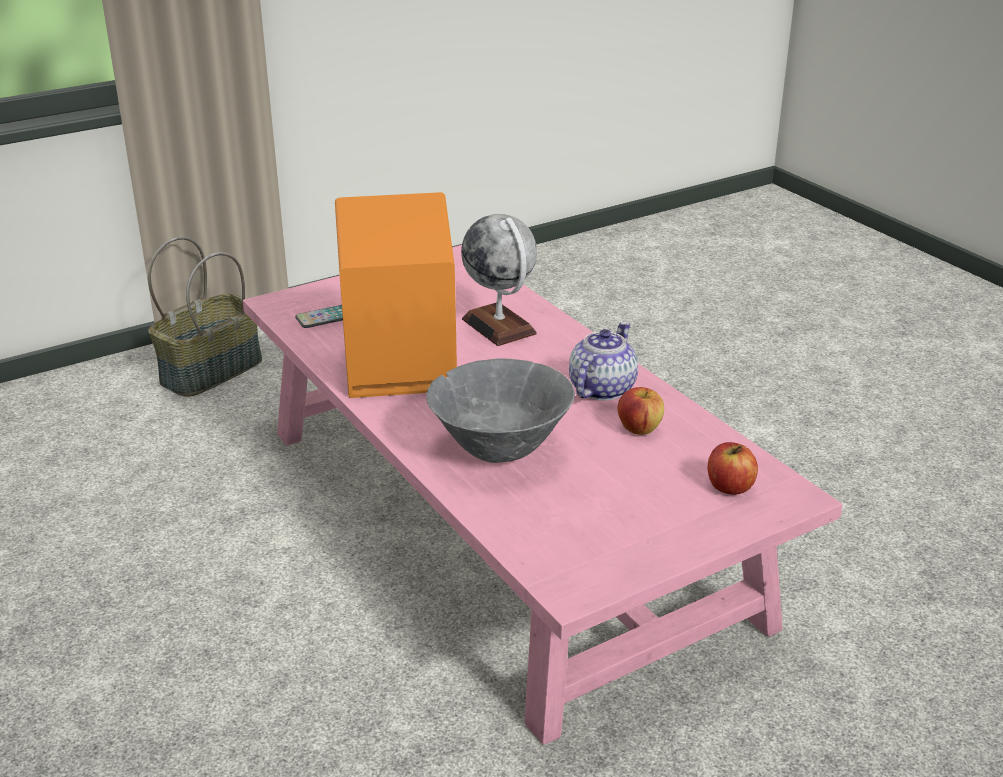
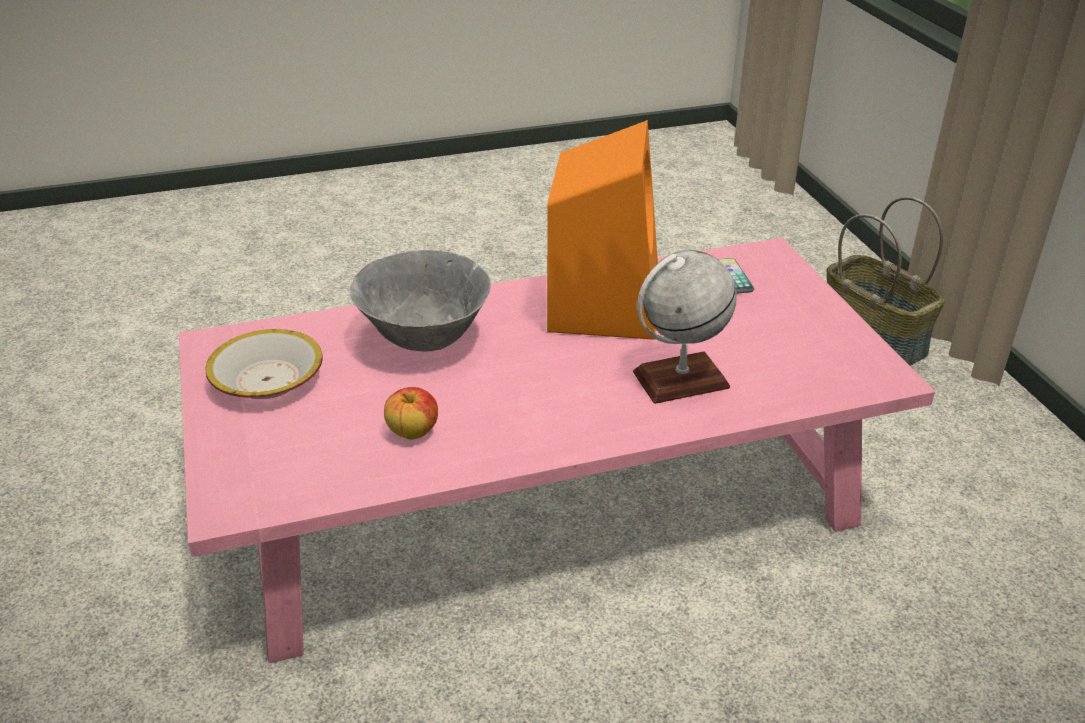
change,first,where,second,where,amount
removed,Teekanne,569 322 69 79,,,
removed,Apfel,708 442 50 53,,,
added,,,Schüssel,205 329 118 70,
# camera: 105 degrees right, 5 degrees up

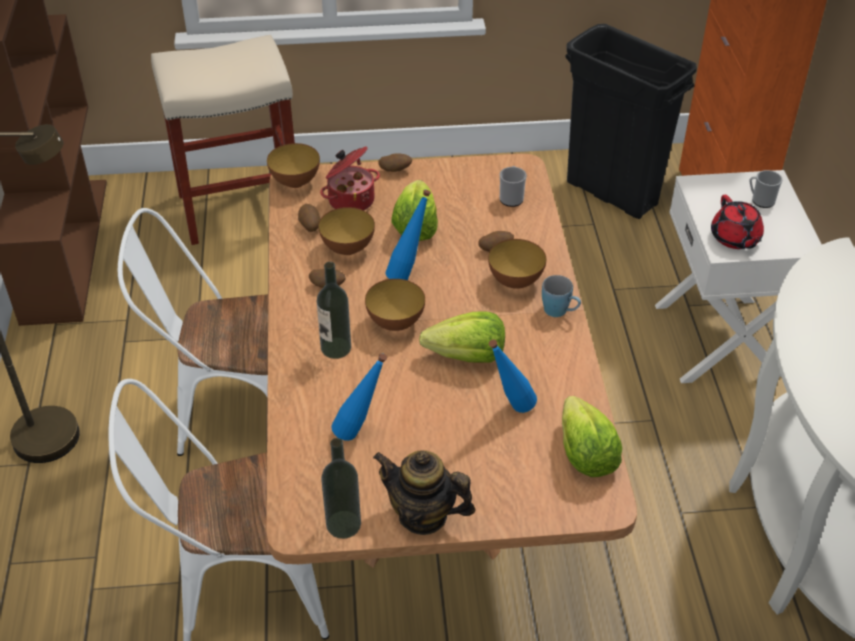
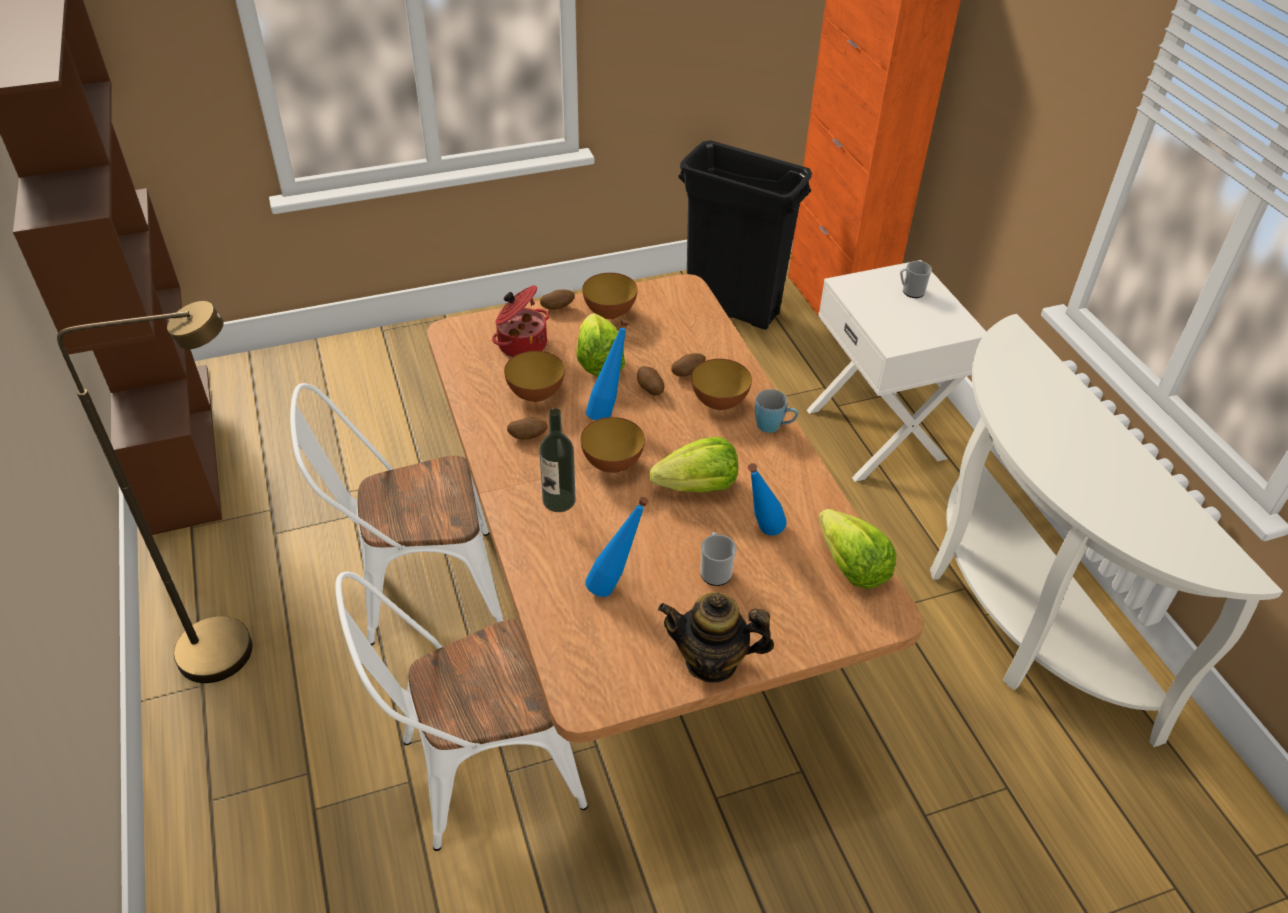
change,first,where,second,where,amount
removed,Hocker/beige,151 35 144 210,,,
removed,Flasche,321 438 40 101,,,
removed,Teekanne/rot,711 195 53 54,,,
moved,Schüssel,267 143 53 45,,582 273 55 46,
moved,Kartoffel,298 204 22 28,,637 366 28 30,
moved,Henkelbecher,500 166 27 41,,700 532 37 54,
# camera: 15 degrees left, 0 degrees up

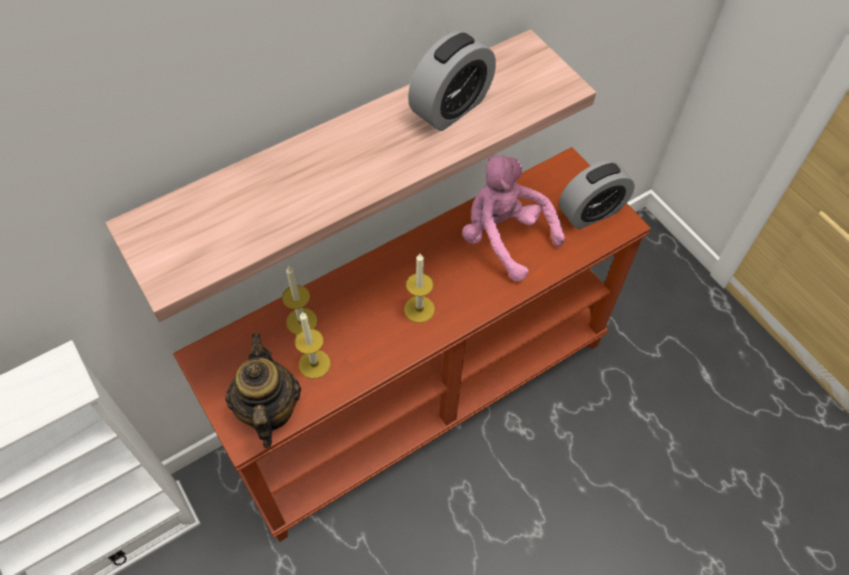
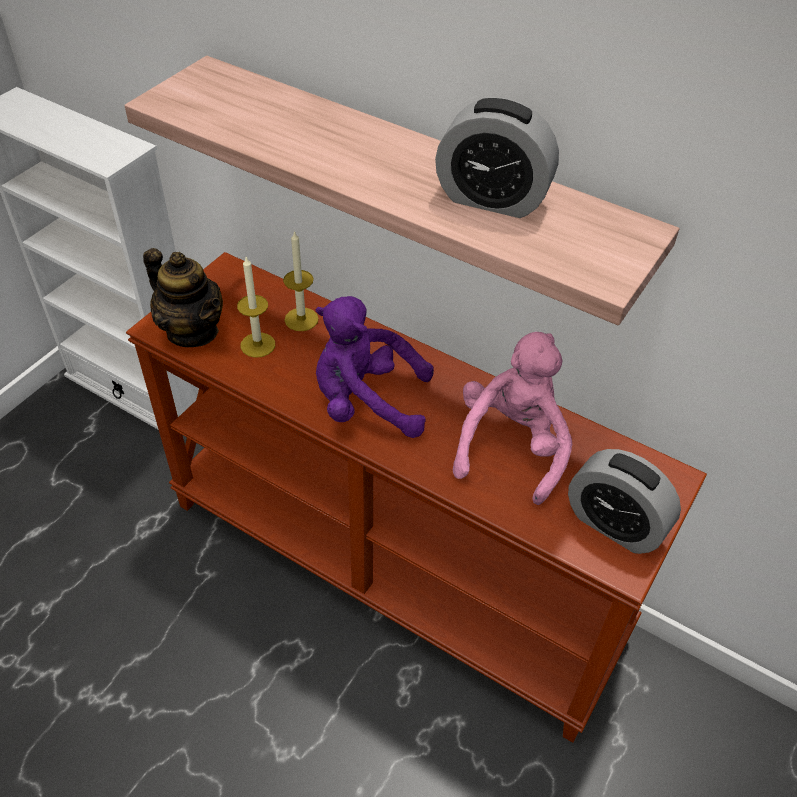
change,first,where,second,where,amount
replaced,Kerze,404 254 31 69,Plüschtier/lila,316 296 118 142,
turned,Teekanne,225 333 76 116,,143 248 80 99,75 degrees clockwise
# camera: 65 degrees right, 10 degrees down

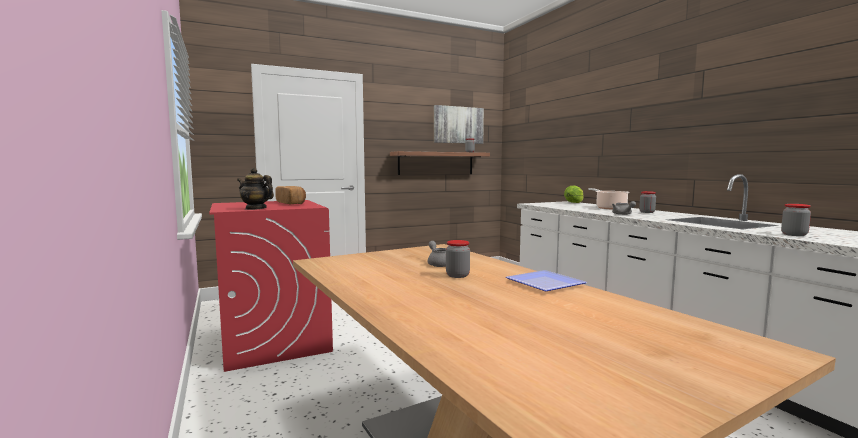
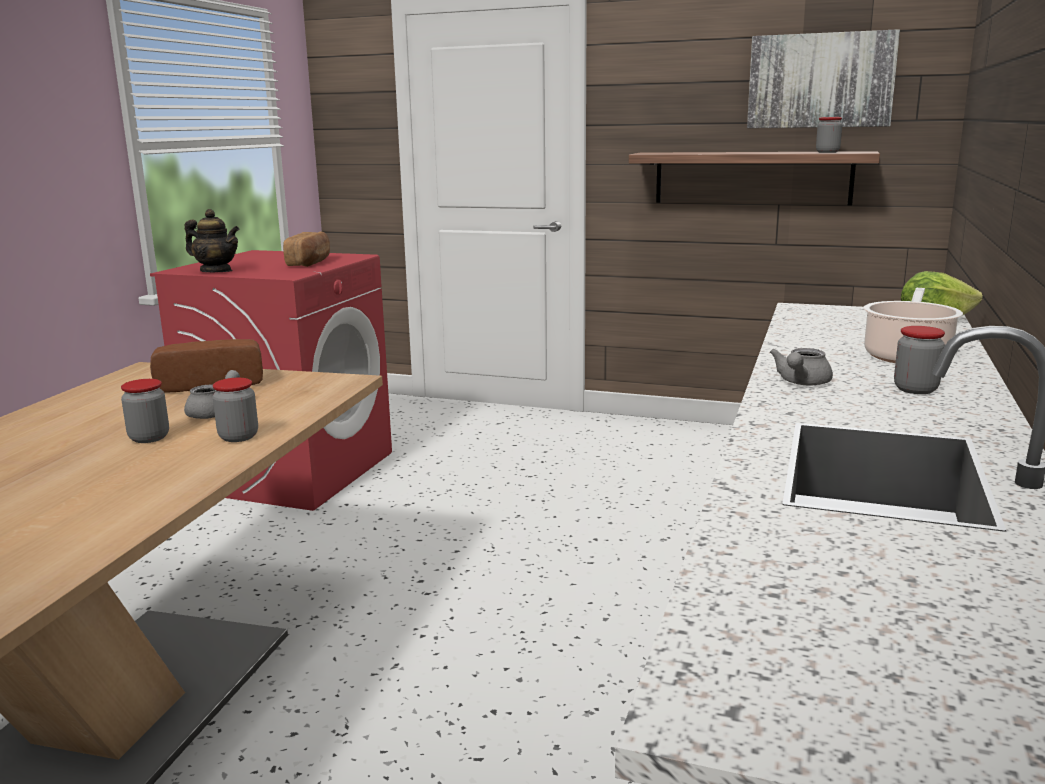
change,first,where,second,where,amount
removed,Teller,506 270 81 21,,,
added,,,Brot,150 339 113 54,
moved,Vorratsglas,781 204 30 32,,213 378 45 64,
turned,Teekanne,237 168 37 42,,185 209 54 63,135 degrees clockwise
# camera: 45 degrees right, 10 degrees up

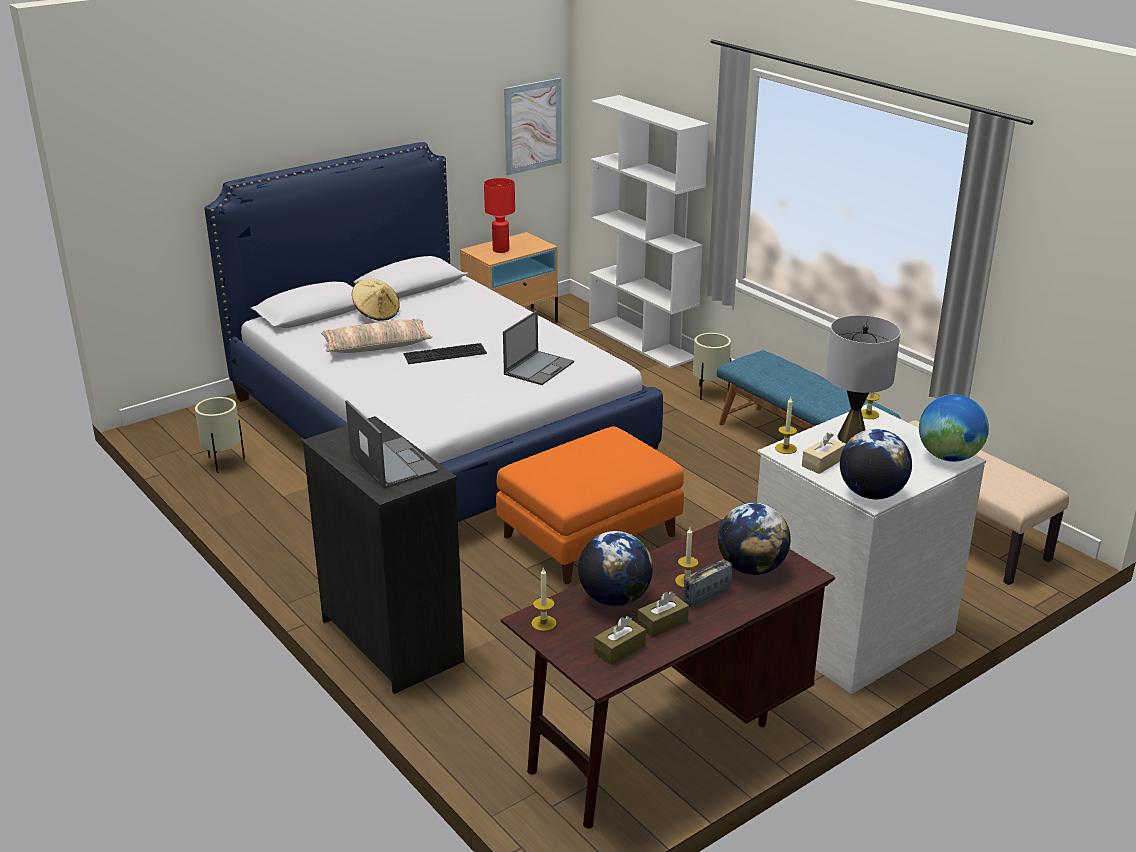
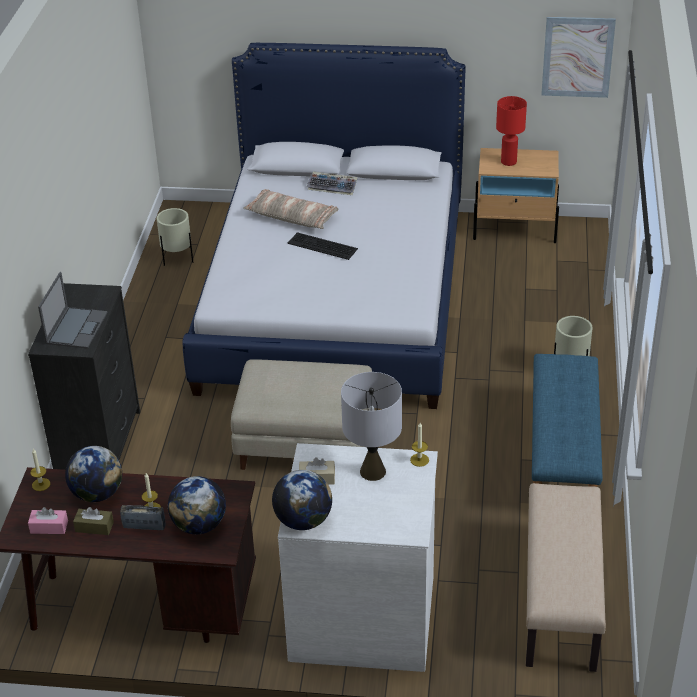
change,first,where,second,where,amount
removed,Laptop,503 310 71 75,,,
removed,Bücherregal/weiß,589 95 120 274,,,
removed,Kerze,775 397 22 57,,,
removed,Globus,919 394 70 68,,,
replaced,Hut/beige,352 278 48 43,Tastatur,307 172 51 23,
recoloured,Polsterhocker/orange,496 427 188 157,Polsterhocker/beige,231 360 141 110,
recoloured,Taschentuchbox/braun,594 616 52 49,Taschentuchbox/rosa,28 507 40 27,
# camera: 45 degrees right, 10 degrees up

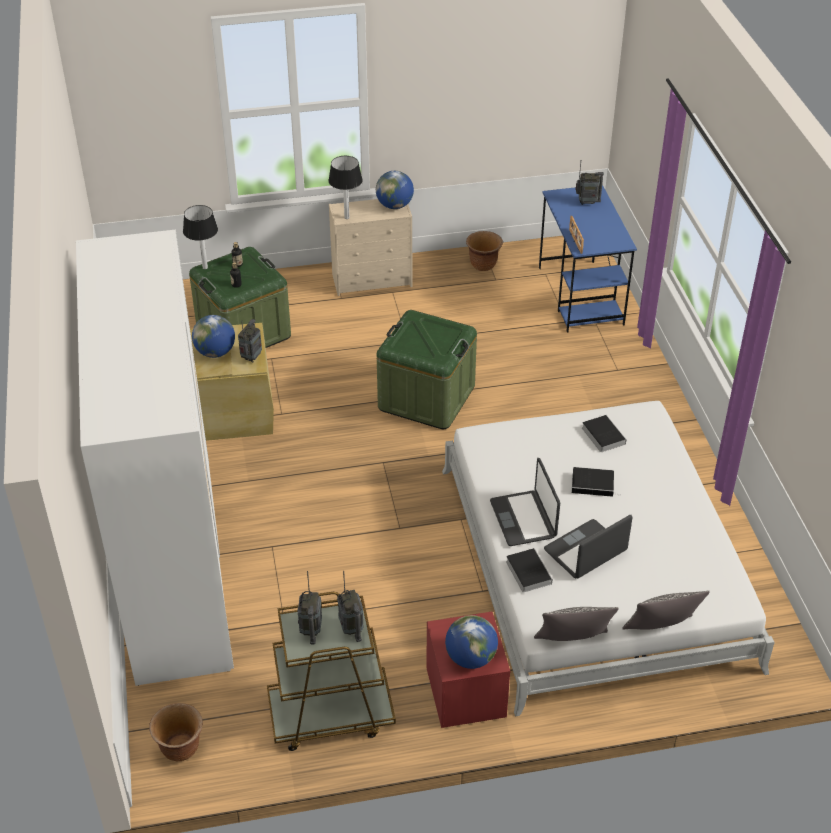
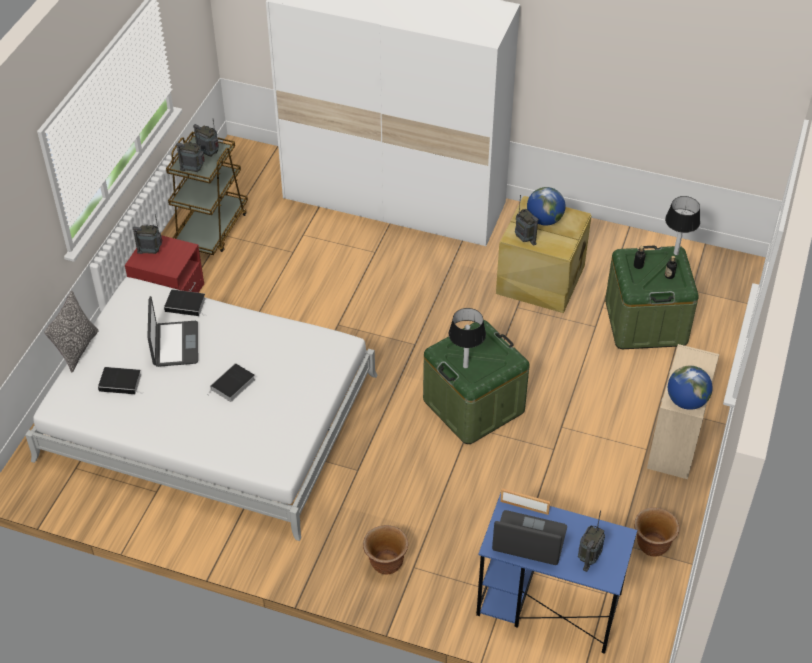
change,first,where,second,where,amount
removed,Kissen,534 607 84 34,,,
moved,Pflanzkübel/braun,149 703 54 58,,363 525 45 50,
moved,Tischlampe,328 156 35 63,,449 308 37 60,
moved,Laptop,490 458 70 88,,492 510 75 55,
moved,Buch,582 415 44 37,,98 367 45 27,
replaced,Globus,445 615 53 54,Radio,133 214 29 40,
# camera: 120 degrees right, 5 degrees up

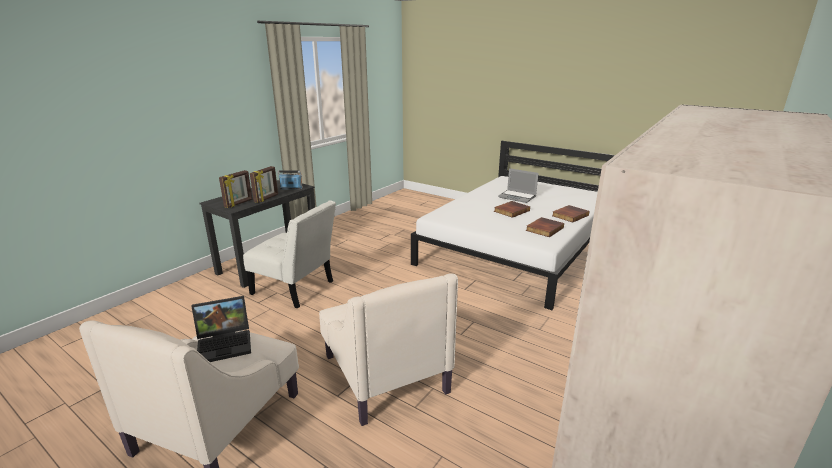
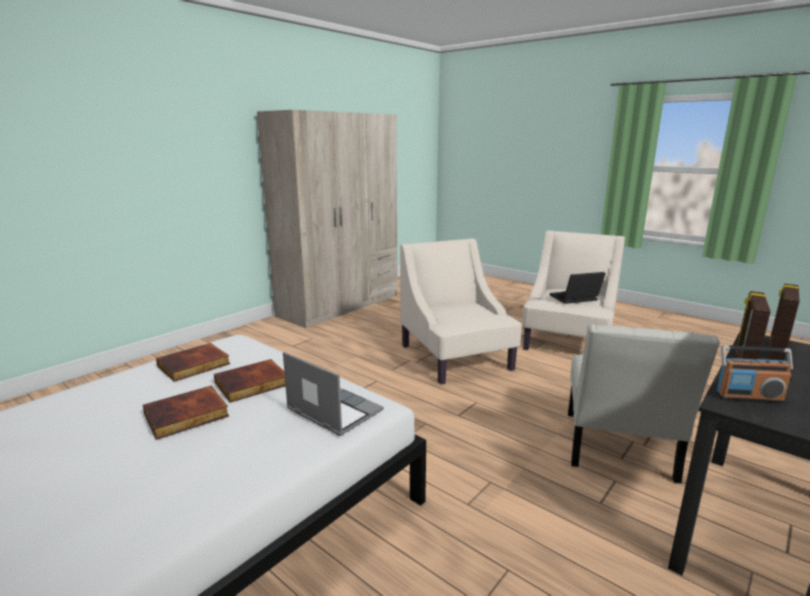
change,first,where,second,where,amount
moved,Laptop,498 168 41 35,,283 352 100 84,
moved,Buch,552 205 38 17,,214 359 71 44,
turned,Stuhl/weiß,243 200 93 108,,568 324 152 159,105 degrees counterclockwise
# camera: 175 degrees left, 5 degrees down

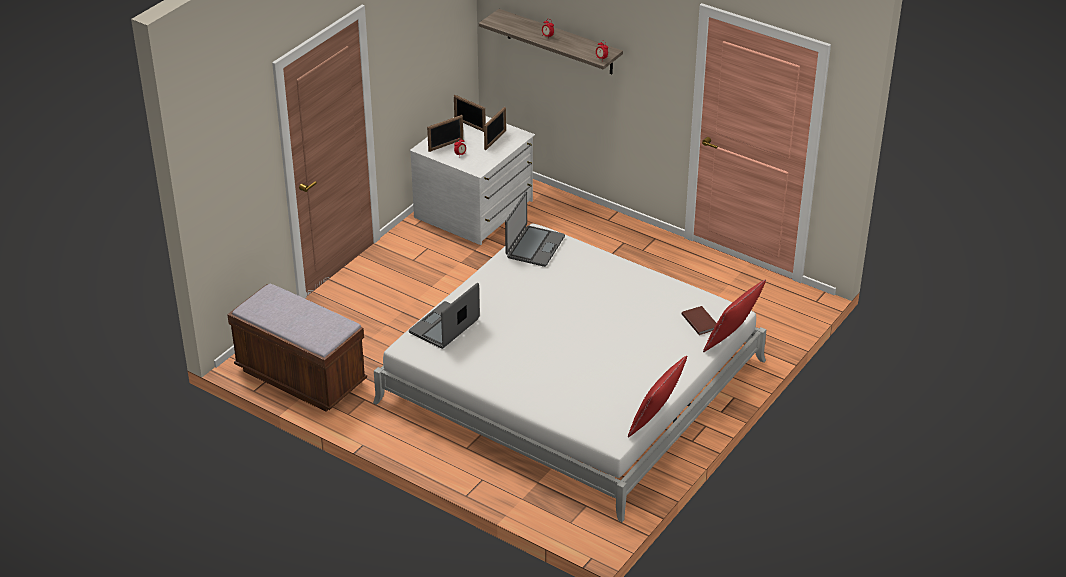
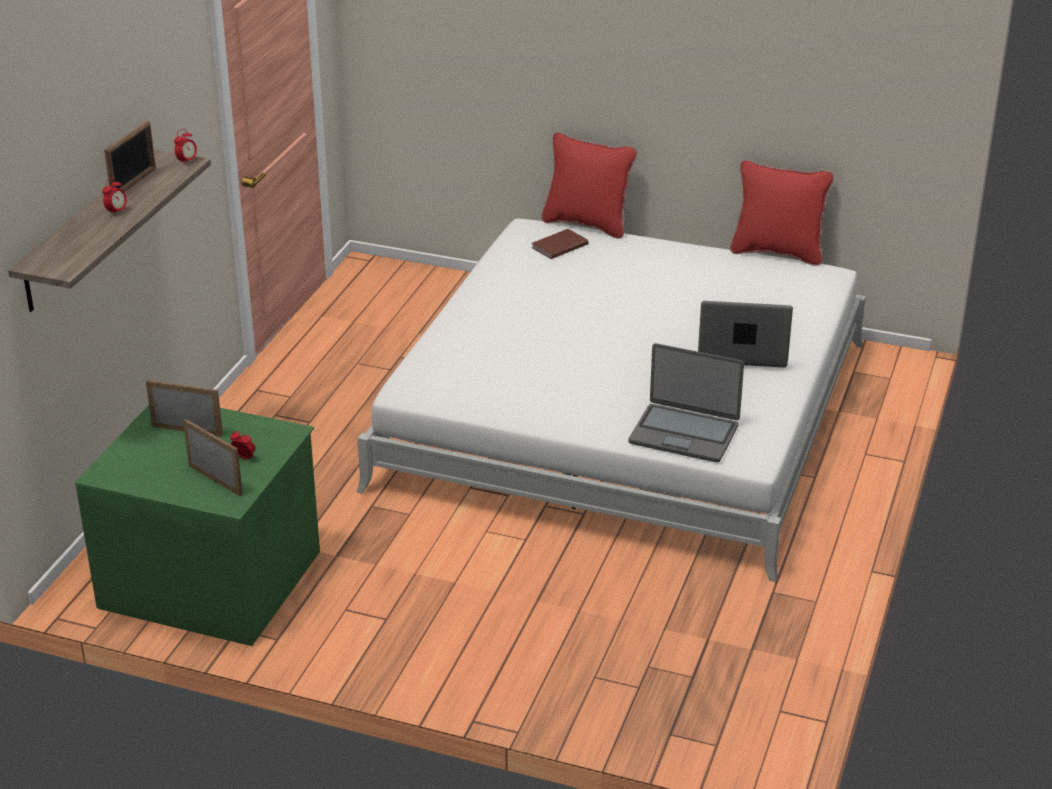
change,first,where,second,where,amount
removed,Bank/braun,227 284 140 128,,,
moved,Bilderrahmen,454 95 32 37,,104 121 52 71,
moved,Laptop,505 192 60 75,,698 301 95 67,
recoloured,Kommode/weiß,410 116 125 129,Kommode/grün,75 405 245 241,
# camera: 105 degrees left, 5 degrees down

